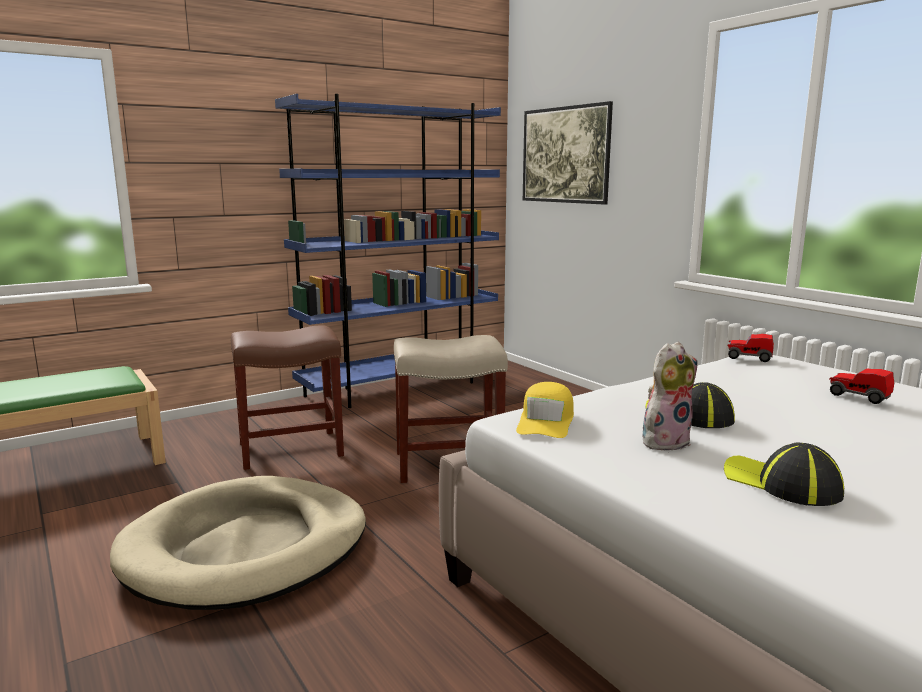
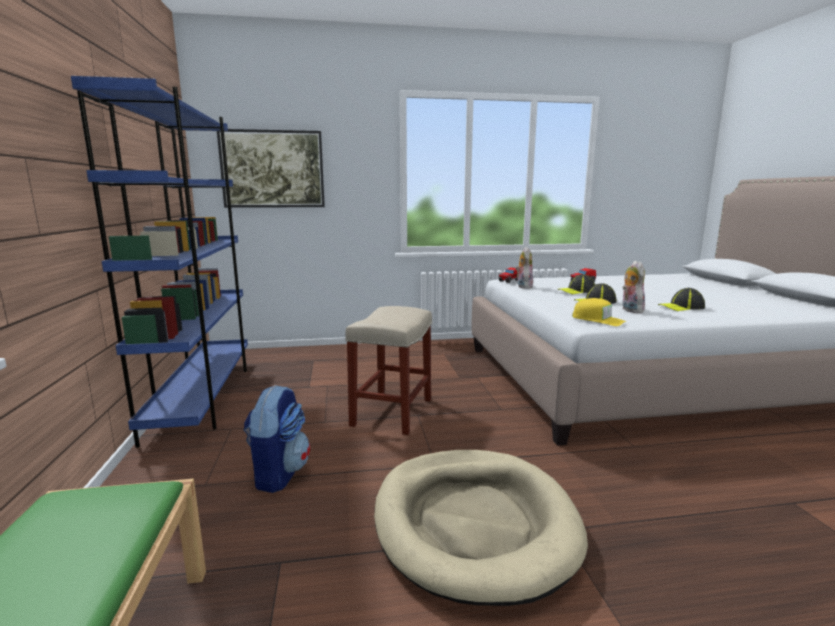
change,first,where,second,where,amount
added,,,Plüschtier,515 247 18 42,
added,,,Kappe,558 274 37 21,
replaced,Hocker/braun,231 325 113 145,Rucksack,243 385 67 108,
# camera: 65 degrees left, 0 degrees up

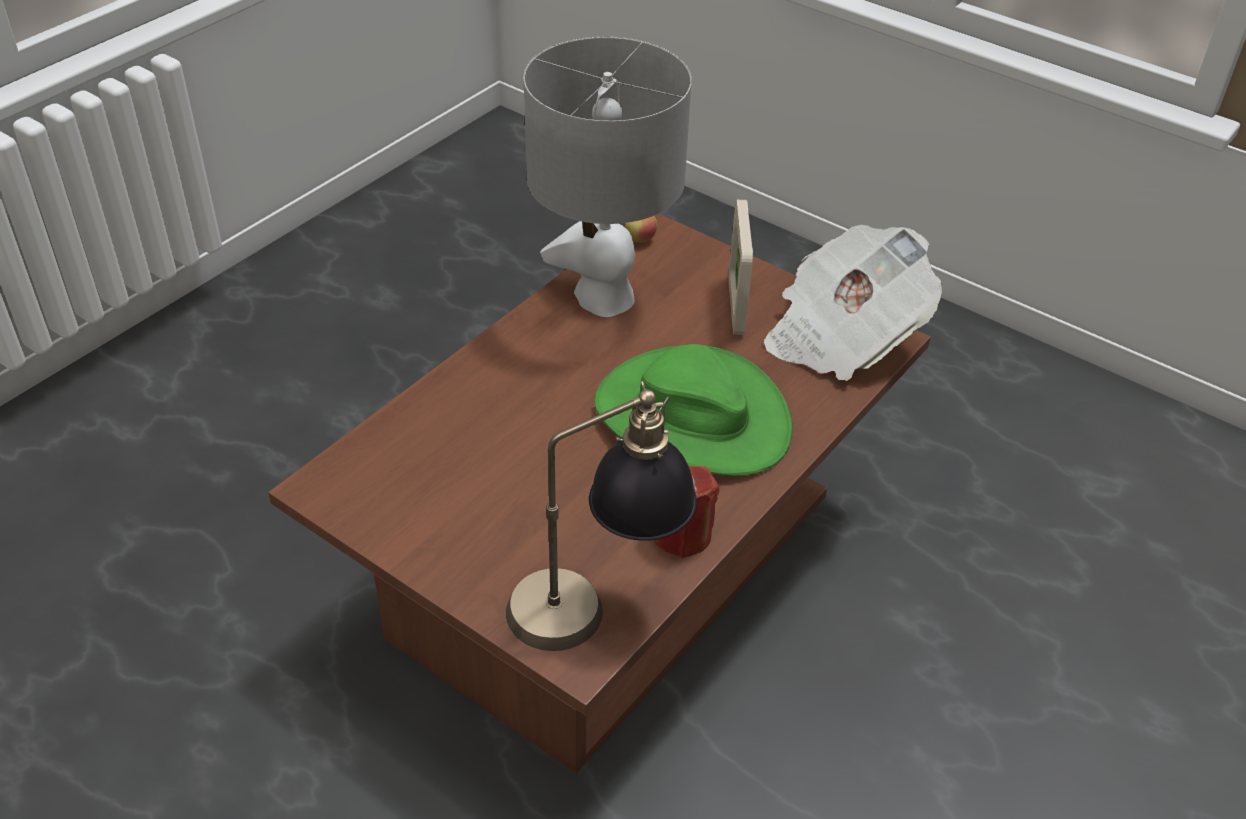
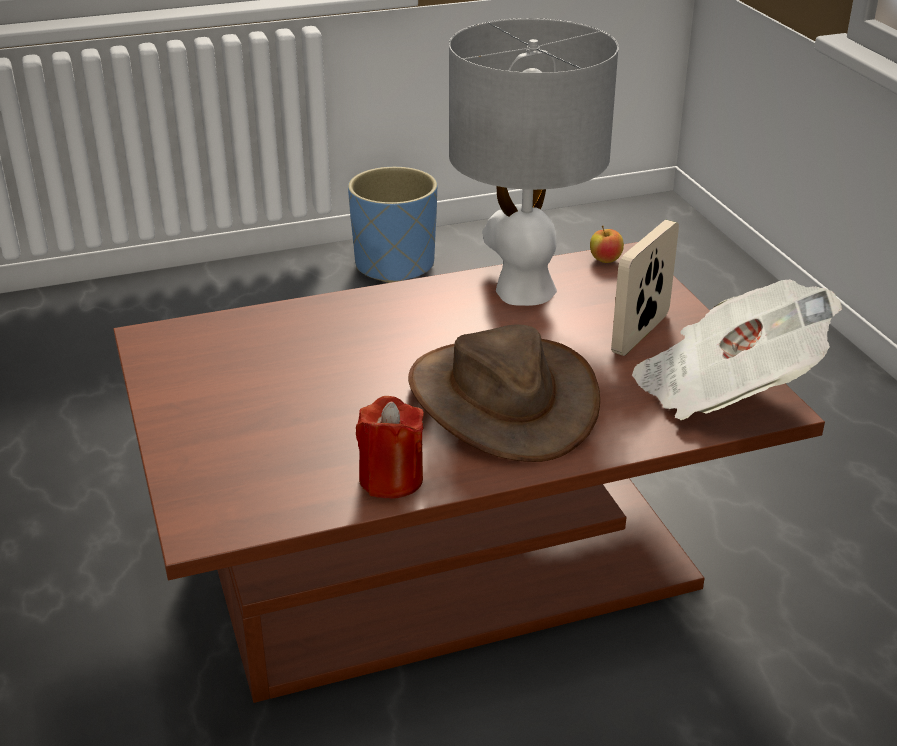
change,first,where,second,where,amount
removed,Tischlampe,506 381 191 270,,,
added,,,Pflanzkübel/blau,348 167 89 116,
recoloured,Hut/grün,594 344 199 132,Hut/braun,408 325 192 137,
# camera: 35 degrees right, 10 degrees down

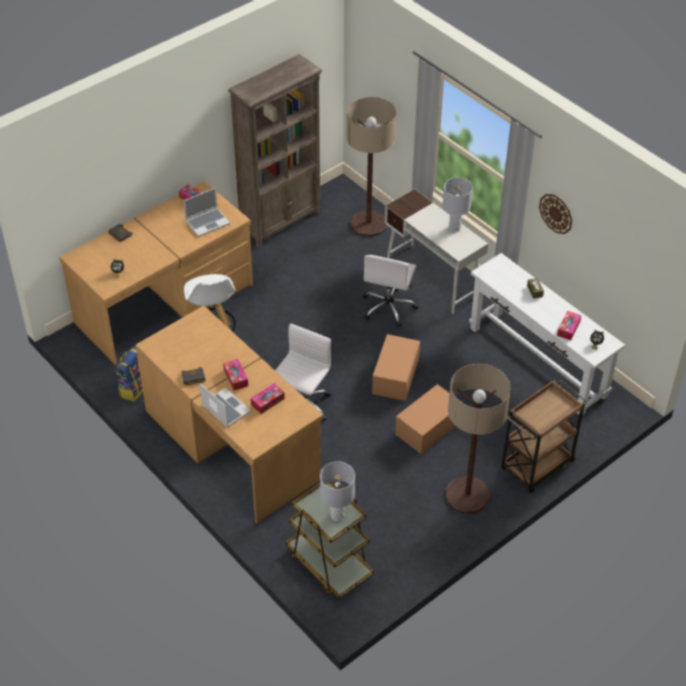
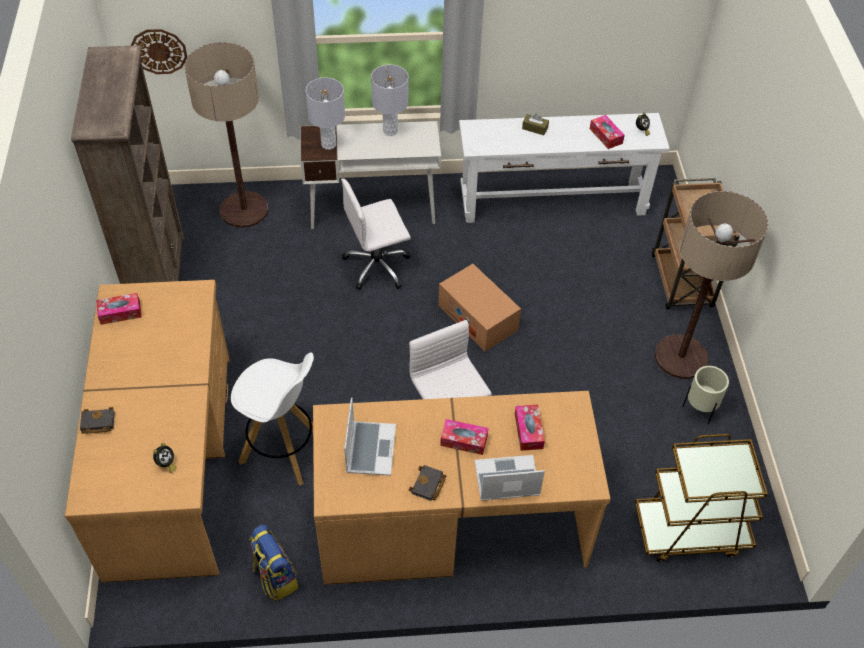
change,first,where,second,where,amount
removed,Karton,395 384 65 70,,,
added,,,Pflanzkübel/beige,682 366 47 58,
moved,Laptop,184 188 46 49,,344 398 52 78,
moved,Tischlampe/grau,320 461 35 60,,306 77 39 73,
moved,Wanduhr,539 194 33 40,,131 29 56 45,
turned,Bürostuhl/weiß,362 255 56 72,,341 178 70 112,105 degrees clockwise
# camera: 55 degrees left, 5 degrees up

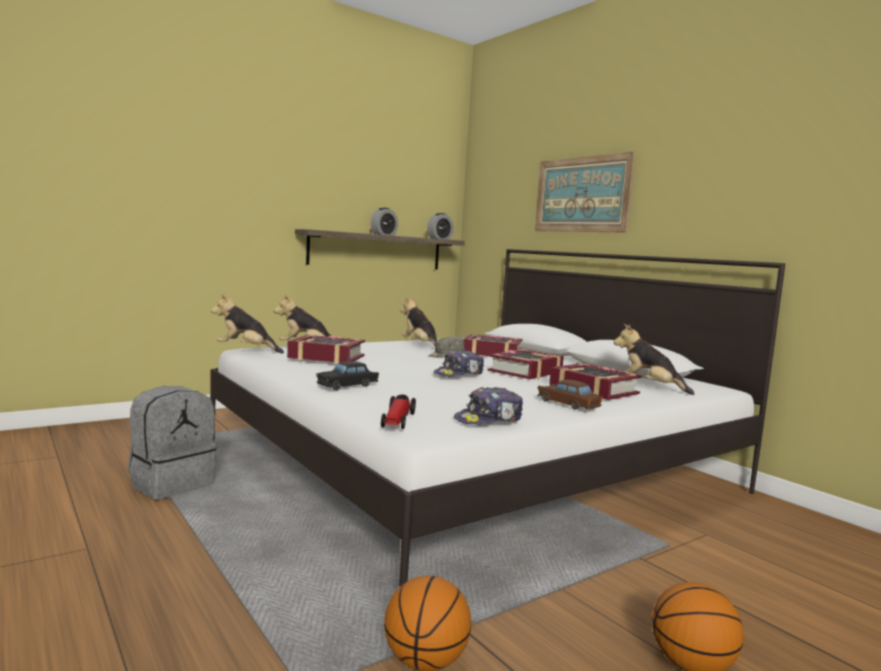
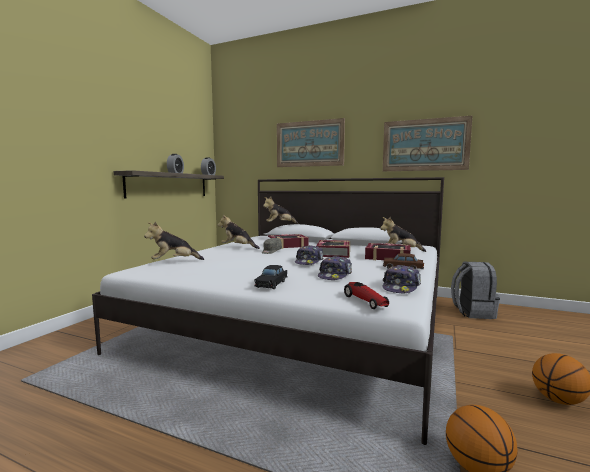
change,first,where,second,where,amount
removed,Buch,287 335 78 28,,,
added,,,Kappe,318 256 34 24,
added,,,Bild,383 116 90 55,
moved,Rucksack/grau,128 386 88 113,,451 262 49 57,
moved,Plüschtier,211 294 73 60,,263 197 36 27,
# camera: 30 degrees left, 0 degrees up

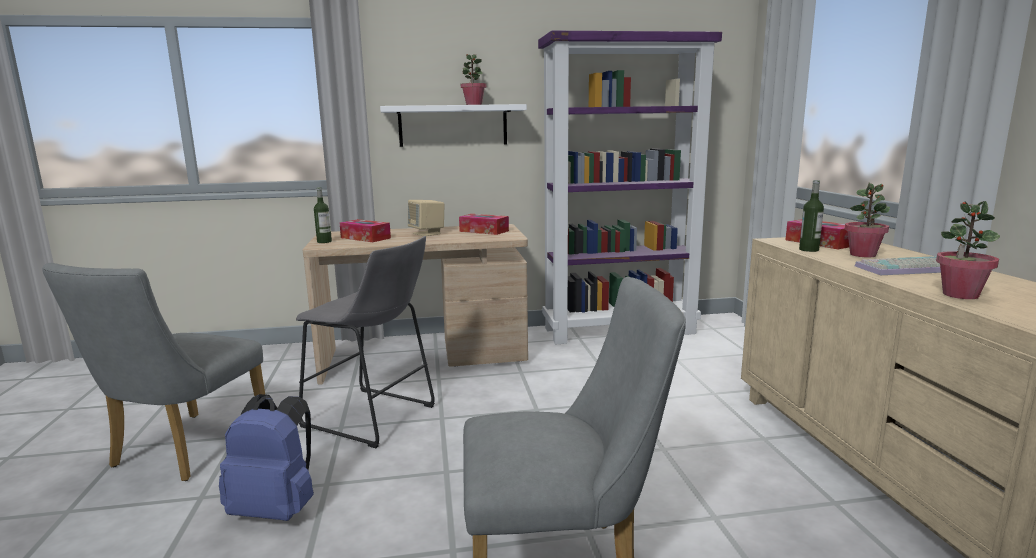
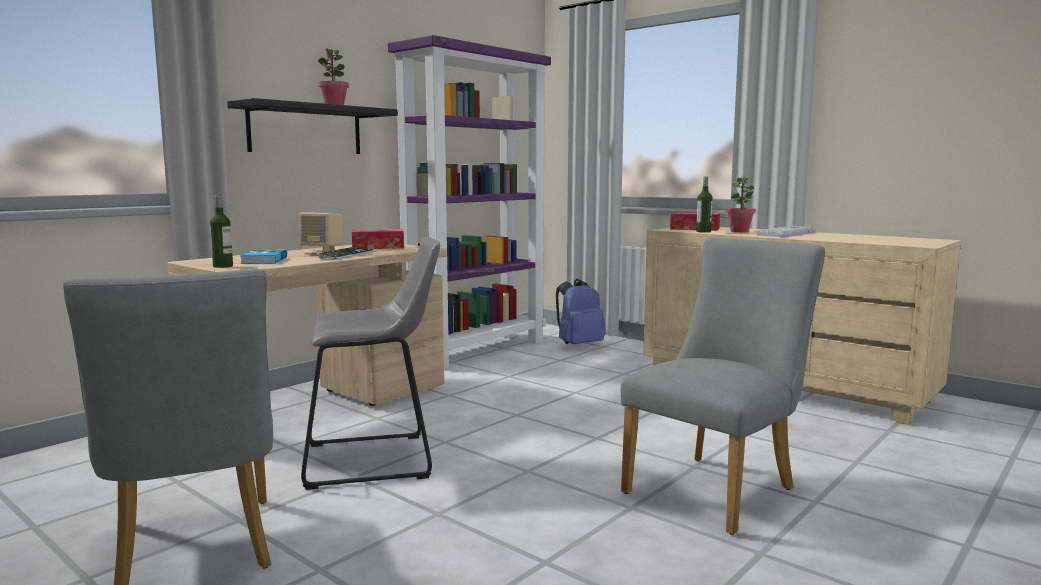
change,first,where,second,where,amount
removed,Topfpflanze,936 201 64 98,,,
added,,,Tastatur,316 246 60 14,
moved,Rucksack/blau,219 394 95 127,,556 279 50 65,
replaced,Taschentuchbox,340 219 51 23,Buch,240 249 47 15,
recoloured,Wandregal/weiß,380 104 147 43,Wandregal/schwarz,227 98 171 56,
# camera: 40 degrees left, 5 degrees down

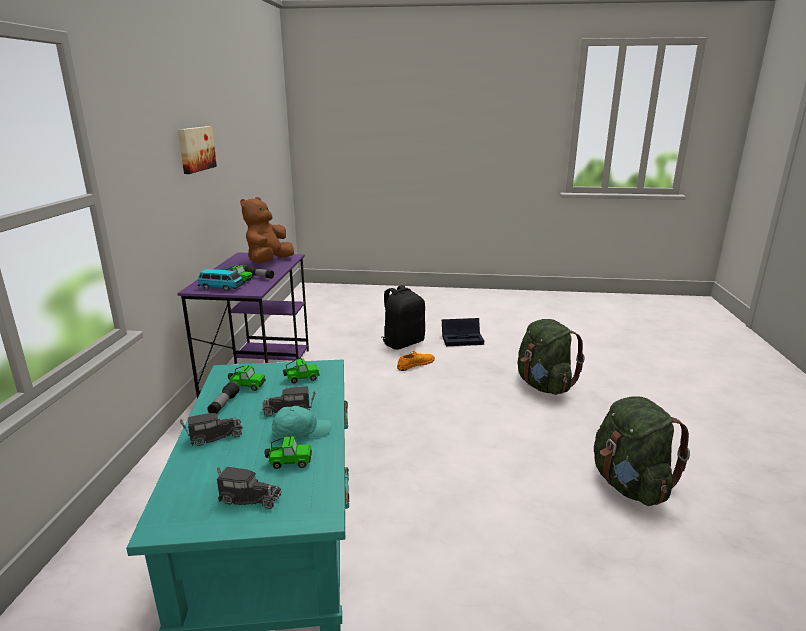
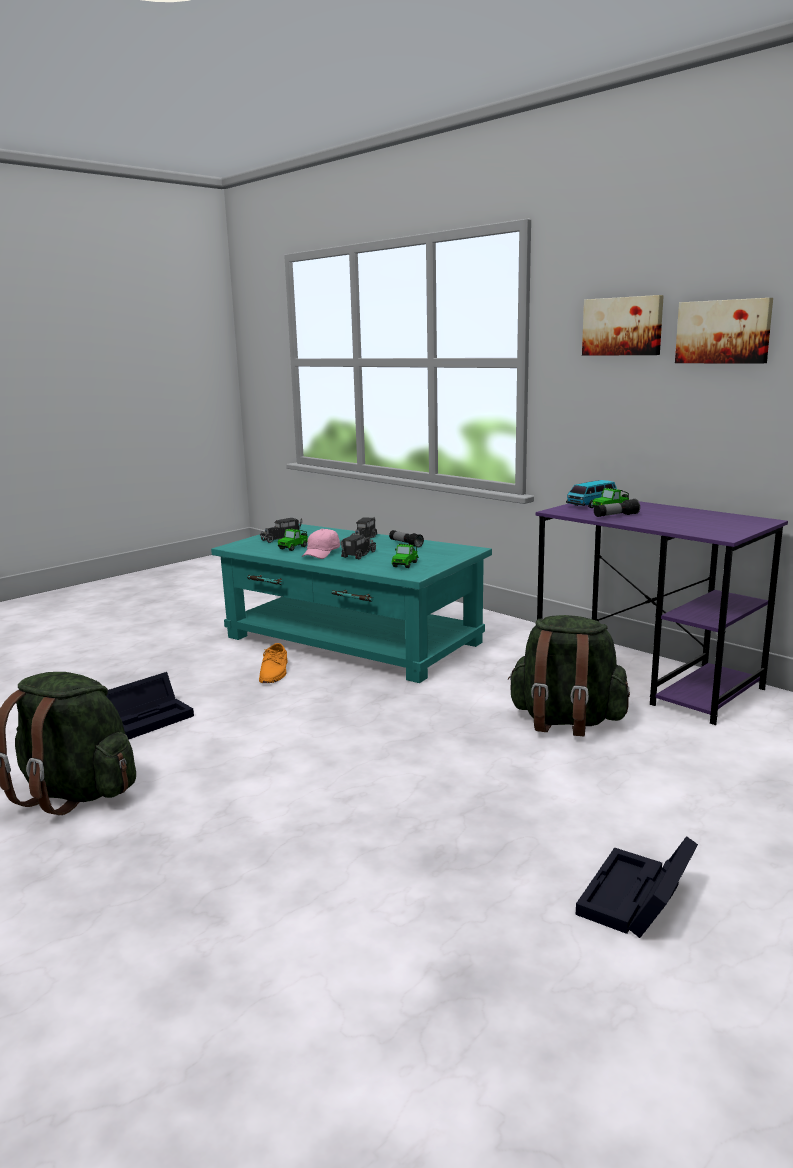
change,first,where,second,where,amount
removed,Spielzeugauto,228 366 38 25,,,
removed,Plüschtier/braun,240 197 54 66,,,
removed,Rucksack/schwarz,383 285 42 65,,,
added,,,Aufbewahrungsbox/schwarz,106 672 88 68,
added,,,Bild,582 295 82 61,
moved,Schuh/orange,397 351 38 20,,259 643 29 40,
moved,Rucksack/grün,518 319 67 76,,508 615 122 121,
recoloured,Kappe/türkis,272 406 59 34,Kappe/rosa,302 529 38 30,
# camera: 130 degrees right, 5 degrees down

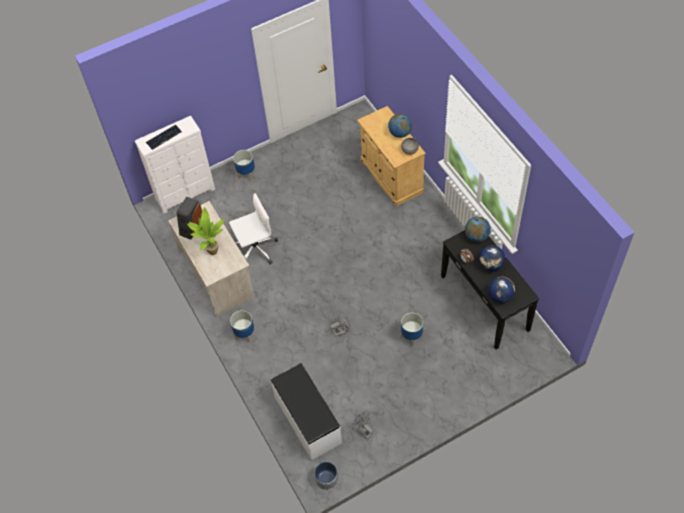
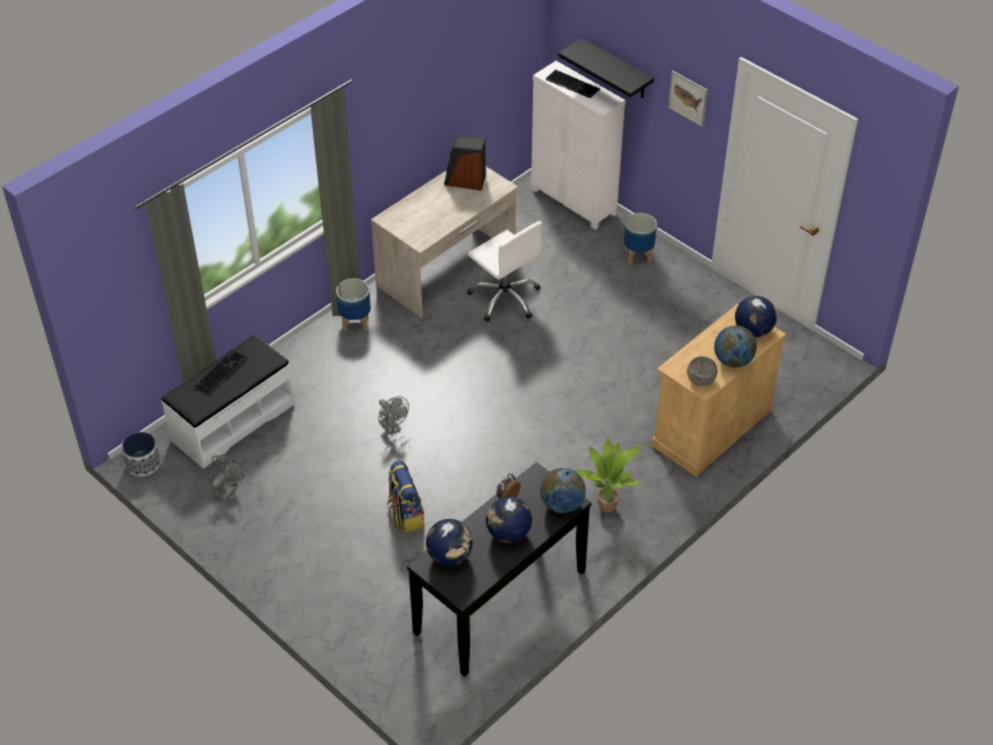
change,first,where,second,where,amount
added,,,Tastatur,195 350 52 45,
added,,,Wandregal/schwarz,558 38 96 60,
added,,,Bild,668 71 40 56,
added,,,Globus,735 296 42 41,
moved,Topfpflanze,187 207 38 48,,575 437 66 76,
replaced,Pflanzkübel,401 312 22 35,Rucksack,387 461 37 72,
# camera: 70 degrees right, 10 degrees down

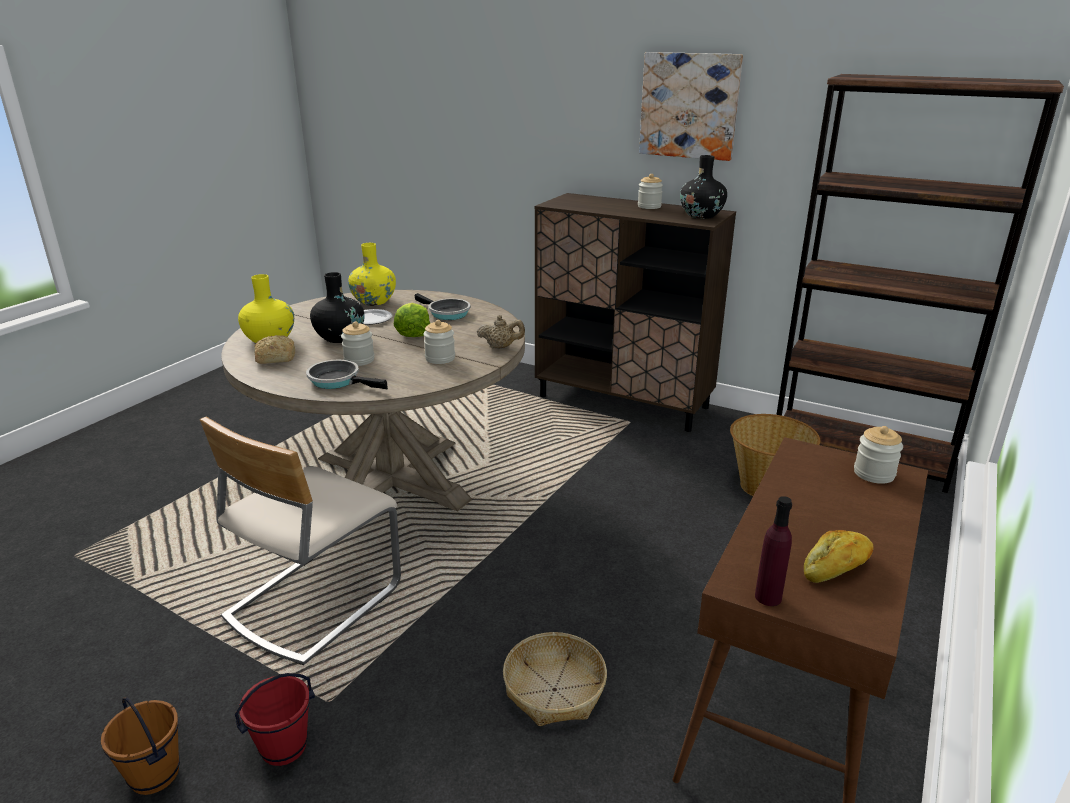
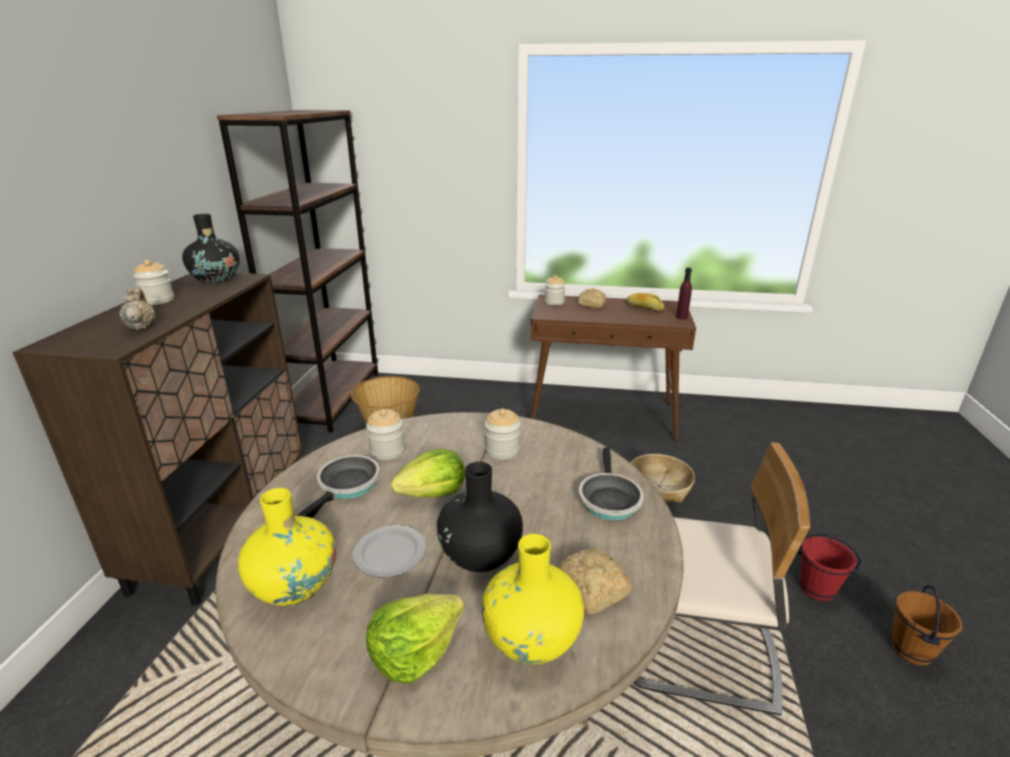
change,first,where,second,where,amount
removed,Bild,639 52 104 109,,,
added,,,Salatkopf,366 594 99 90,
added,,,Brot,578 288 28 20,
moved,Vorratsglas,341 321 34 45,,366 409 39 51,
moved,Teekanne/beige,477 315 48 34,,119 287 37 43,
# camera: 110 degrees left, 0 degrees up

